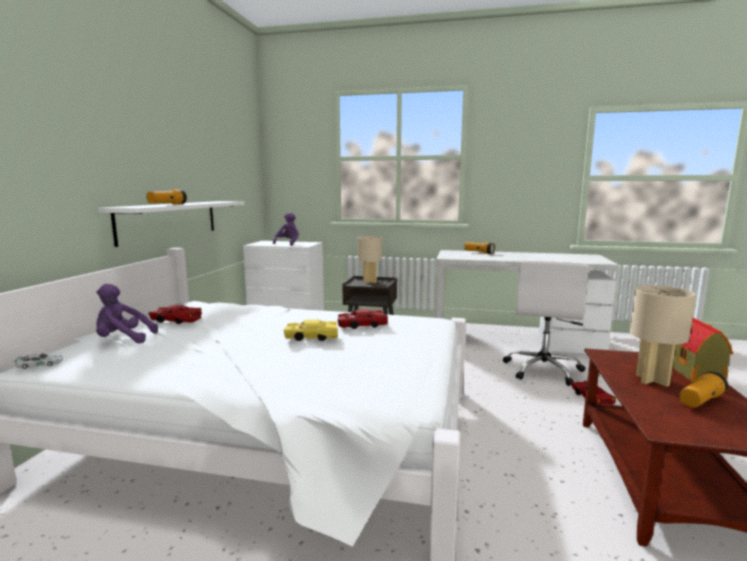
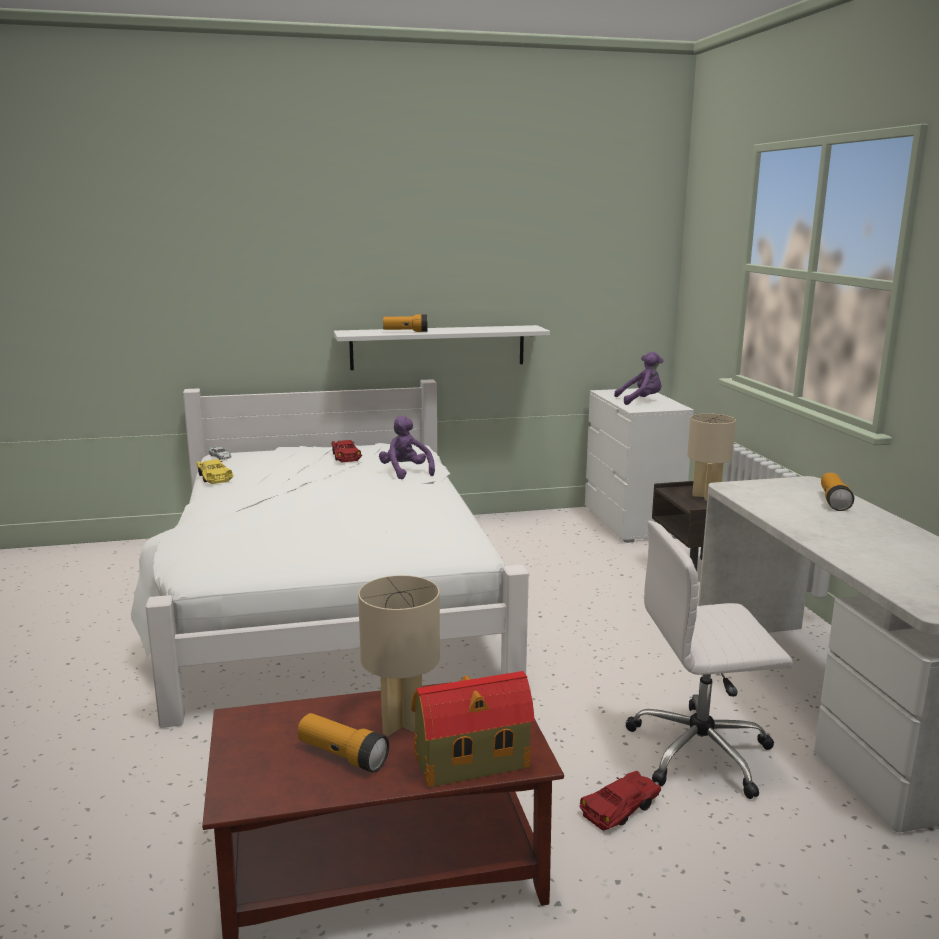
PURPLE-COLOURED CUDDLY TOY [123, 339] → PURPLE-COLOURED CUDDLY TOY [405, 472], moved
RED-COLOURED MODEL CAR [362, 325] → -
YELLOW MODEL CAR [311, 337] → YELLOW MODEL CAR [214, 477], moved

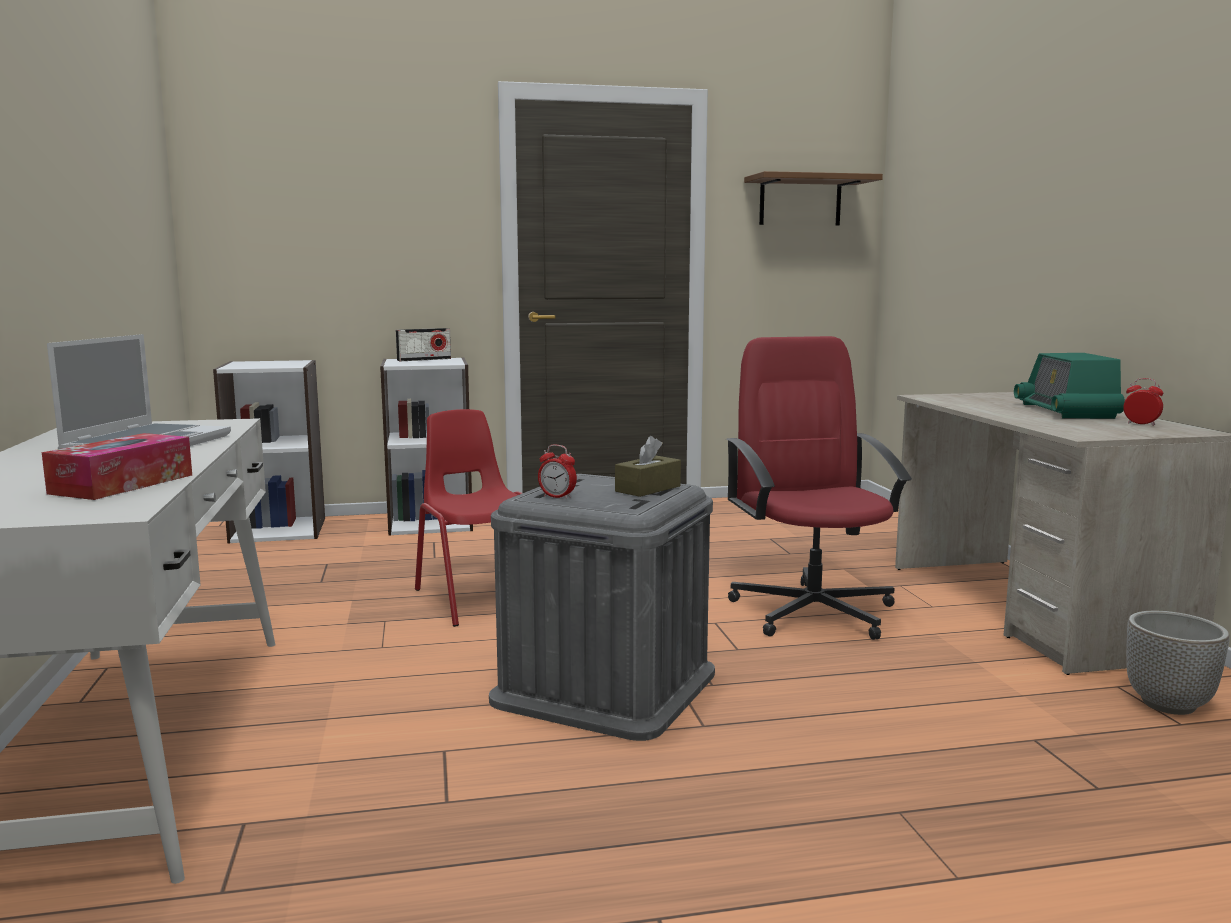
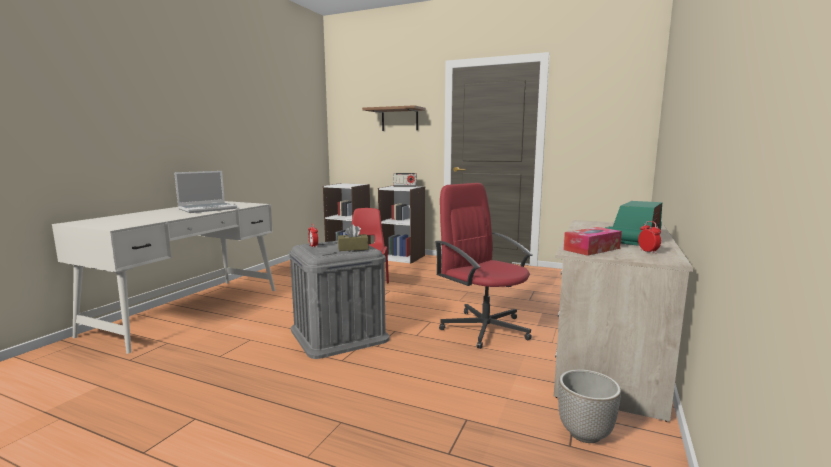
BROWN WALL SHELF [800, 201] → BROWN WALL SHELF [399, 119], moved
RED-COLOURED OFFICE CHAIR [813, 611] → RED-COLOURED OFFICE CHAIR [484, 328], 60 degrees counterclockwise
TISSUE HOLDER [122, 484] → TISSUE HOLDER [591, 249], moved

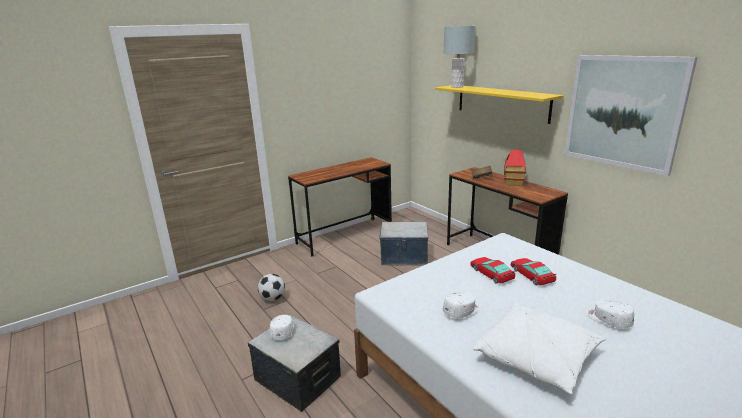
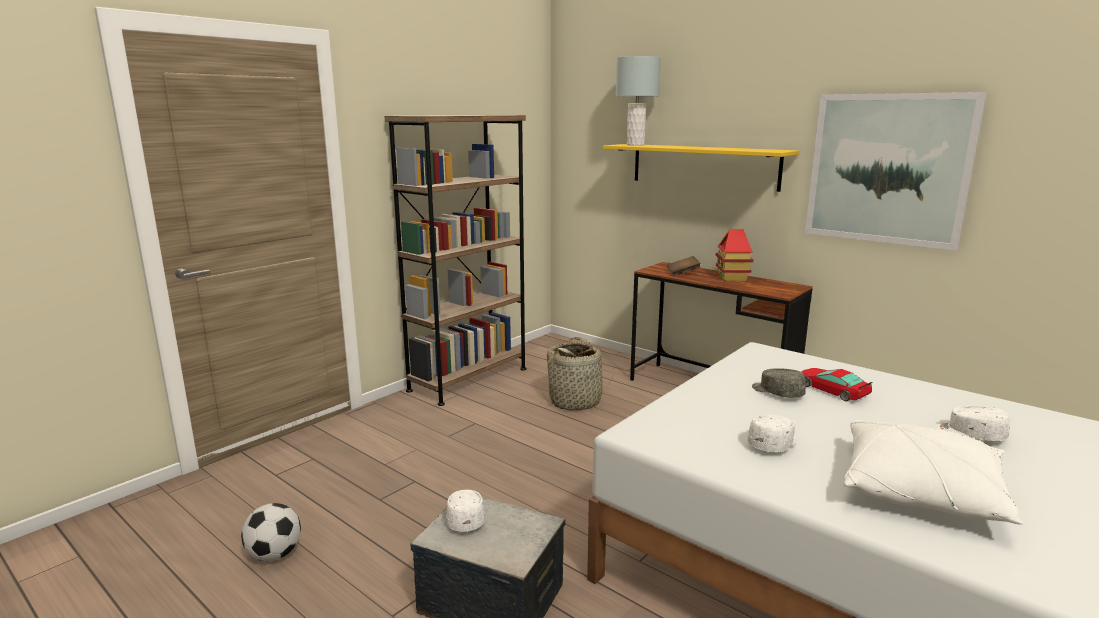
BROWN DESK [345, 236] → BROWN SHELVING UNIT [468, 379]
STORAGE BIN [404, 257] → HOUSEHOLD BASKET [575, 401]
MODEL CAR [492, 273] → GREY CAP [777, 392]
FOOTBALL [273, 298] → FOOTBALL [274, 554], moved

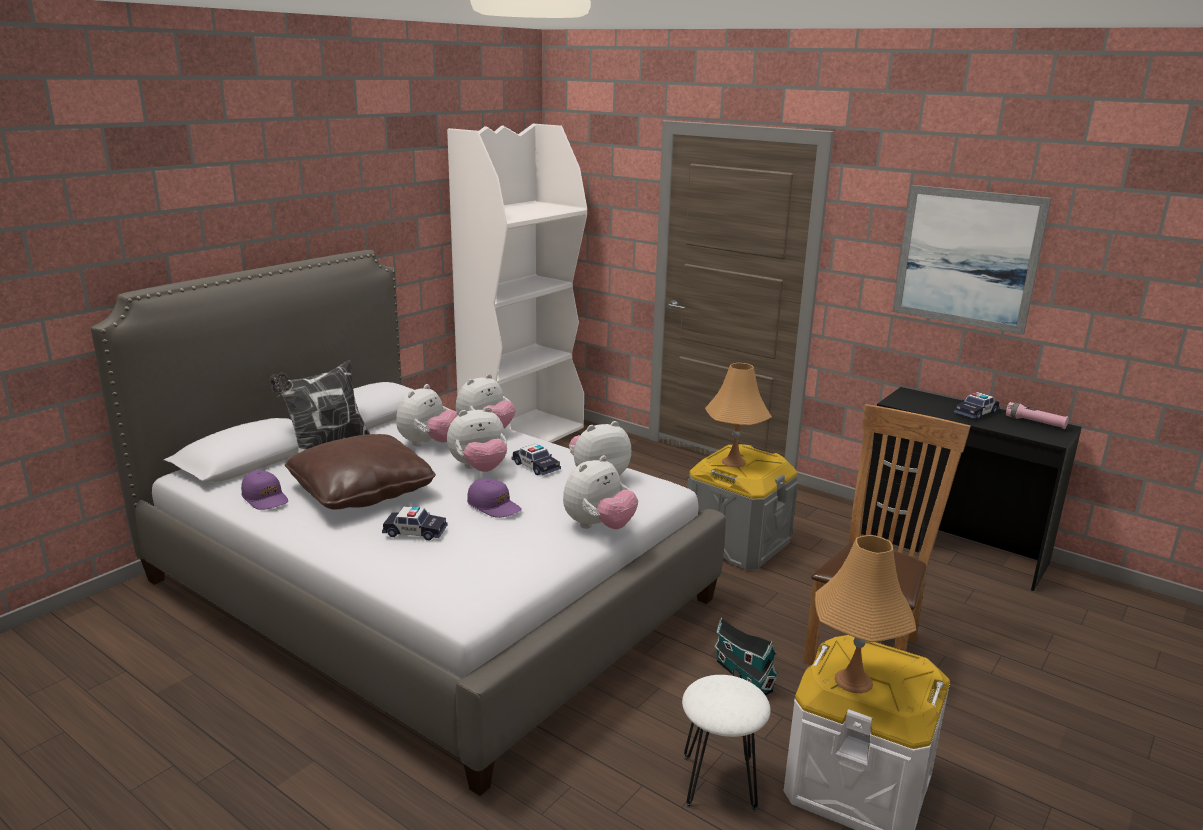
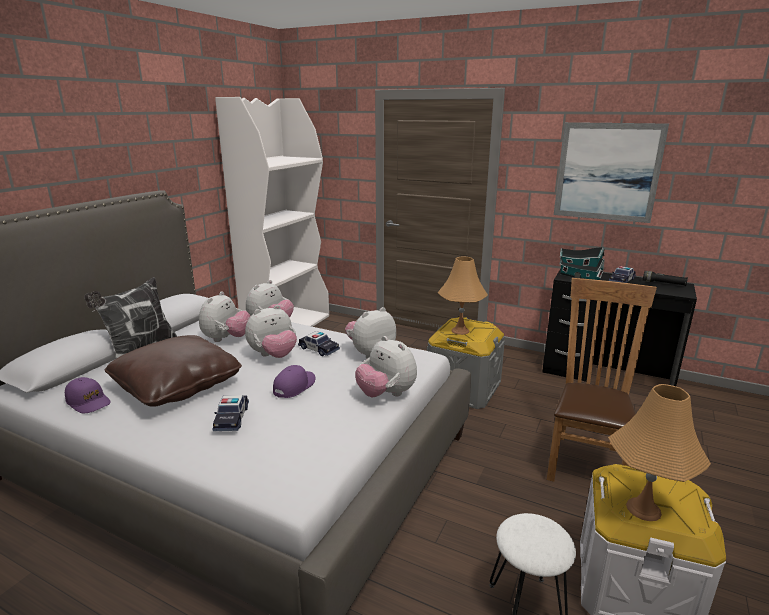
PINKISH HAND TORCH [1035, 423] → BLACKISH HAND TORCH [663, 283]
CUDDLY TOY [599, 526] → CUDDLY TOY [386, 394], 105 degrees clockwise
PURPLE-COLOURED CAP [494, 506] → PURPLE-COLOURED CAP [294, 386], 90 degrees counterclockwise
MODEL CAR [415, 532] → MODEL CAR [232, 418], 90 degrees clockwise
MODEL HOUSE [742, 675] → MODEL HOUSE [578, 277], moved

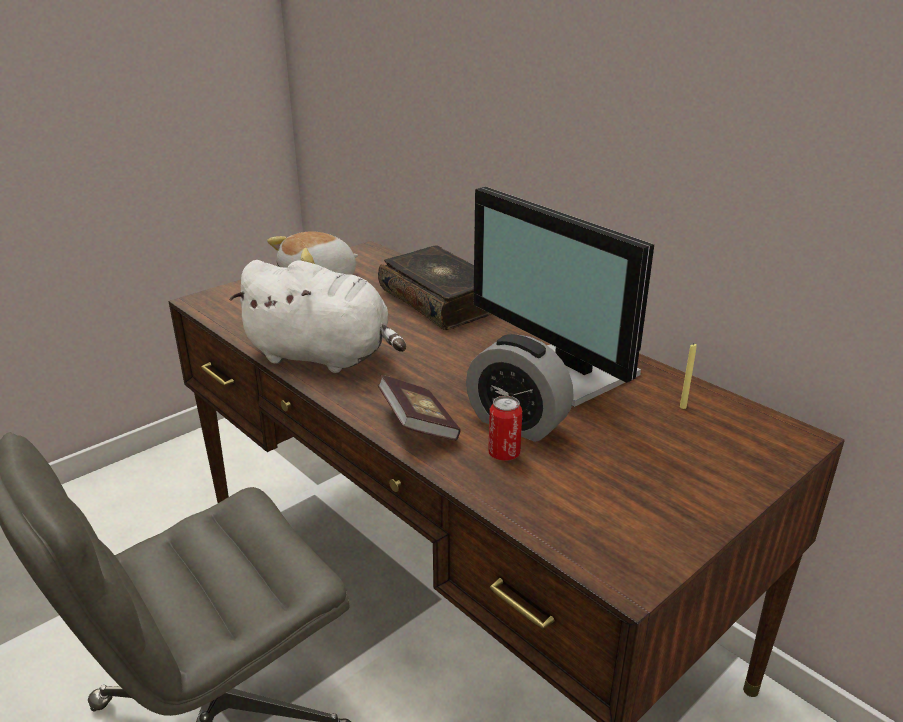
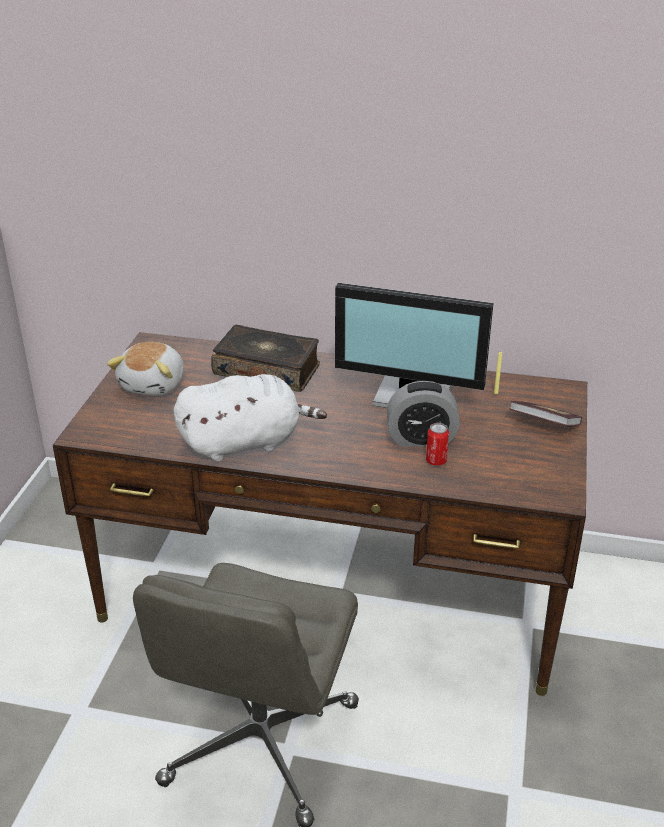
BOOK [418, 425] → BOOK [544, 425], moved

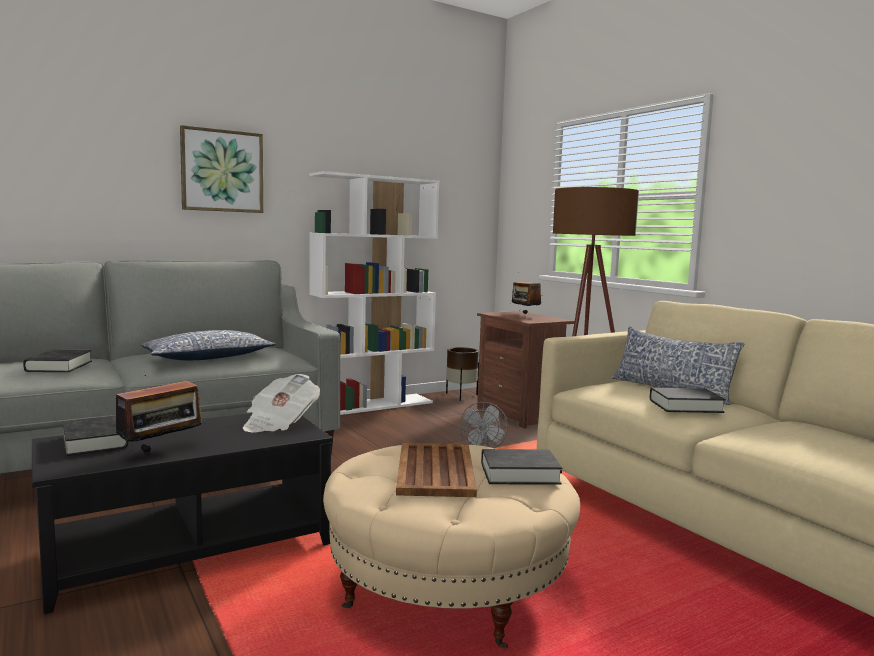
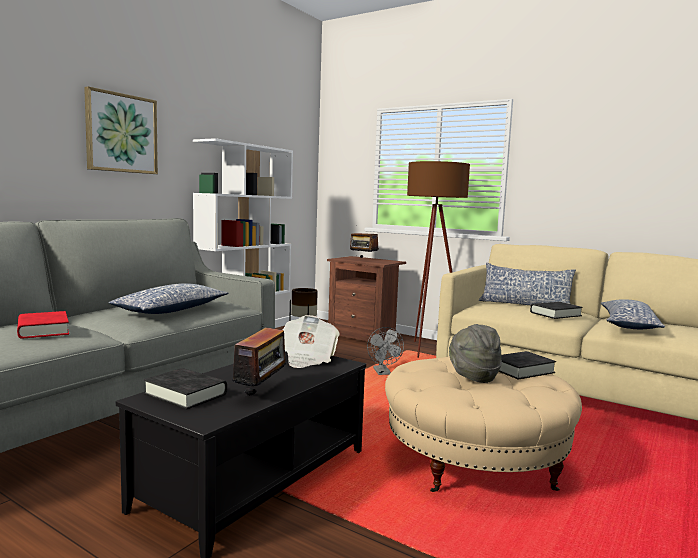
BLACKISH BOOK [59, 366] → RED-COLOURED BOOK [43, 330]
BROWN CARRYING TRAY [435, 471] → GREY WEARABLE HAT [473, 376]
- → THROW PILLOW [628, 325]

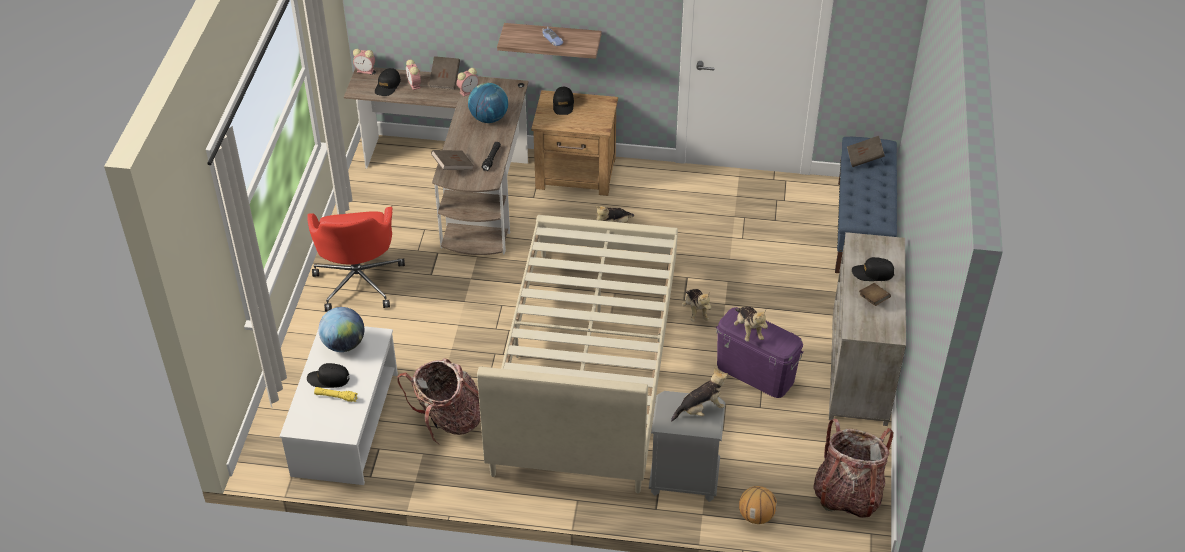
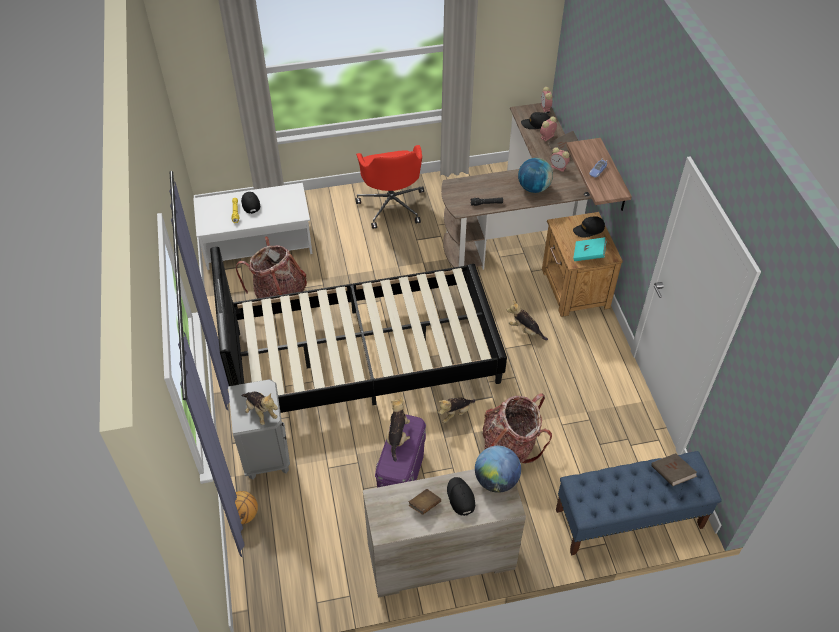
BROWN BOOK [453, 167] → -
RED-COLOURED OFFICE CHAIR [359, 281] → RED-COLOURED OFFICE CHAIR [392, 205], 75 degrees counterclockwise
BEIGE SLEEPING BED [586, 365] → BLACKISH SLEEPING BED [363, 357]
WORLD GLOBE [344, 344] → WORLD GLOBE [496, 480], moved
CUDDLY TOY [748, 330] → CUDDLY TOY [397, 437], 135 degrees clockwise
RUCKSACK [847, 494] → RUCKSACK [510, 446], moved
- → BLUE-GREEN BOOK [588, 255]

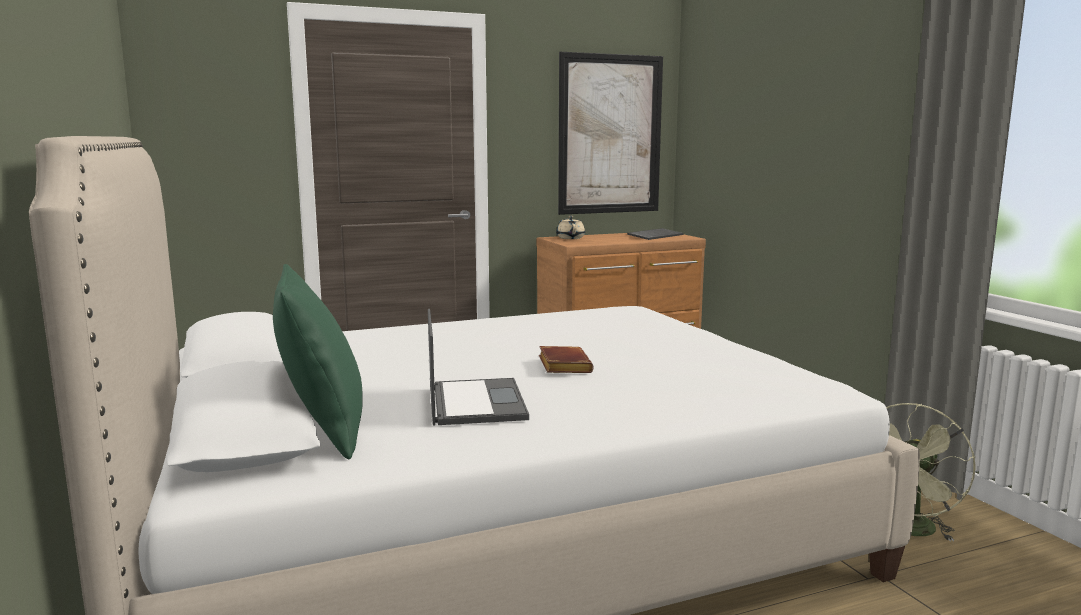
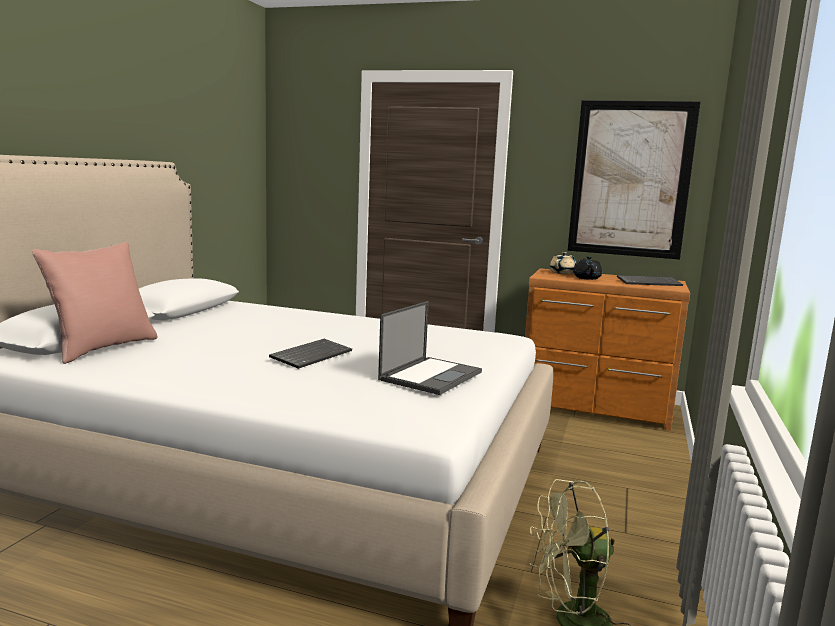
GREEN THROW PILLOW [323, 429] → PINKISH THROW PILLOW [102, 348]
PORTABLE COMPUTER [475, 402] → PORTABLE COMPUTER [431, 375], moved
BROWN BOOK [562, 366] → PC KEYBOARD [311, 355]
- → BLACKISH TEA POT [586, 278]

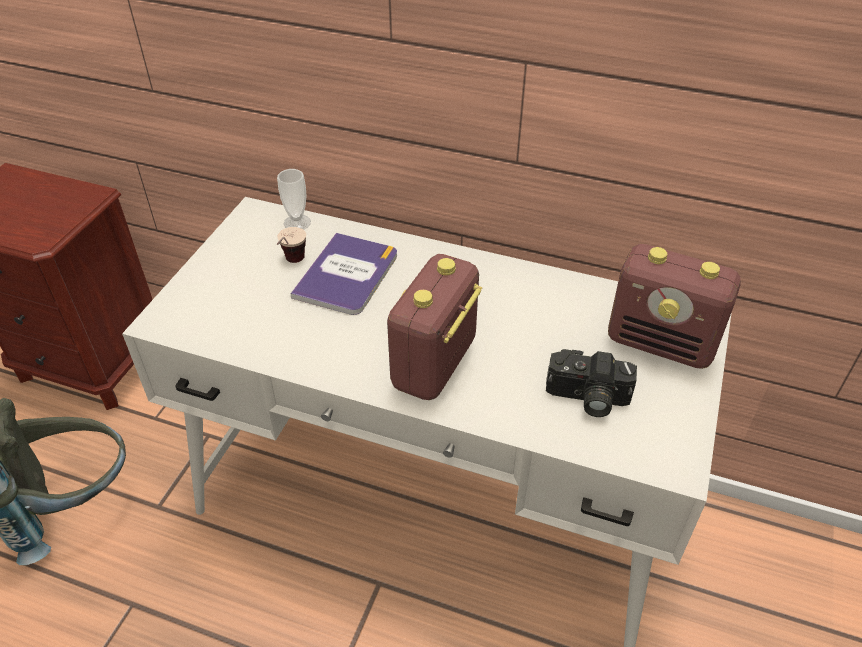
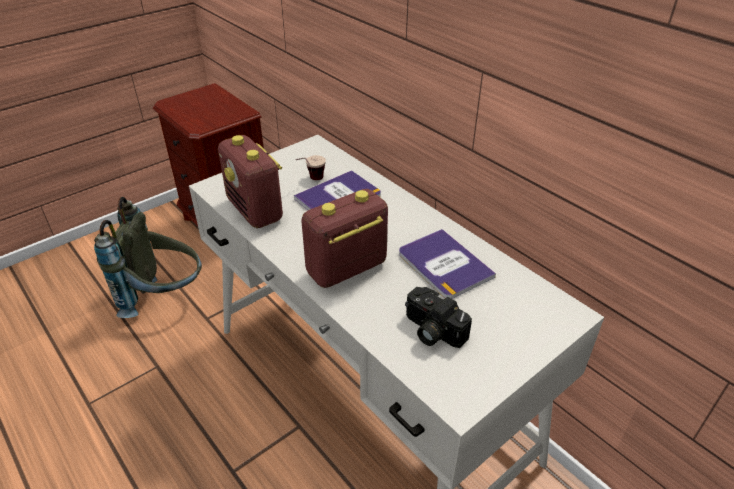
DRINKING CUP [297, 223] → -
RADIO RECEIVER [661, 344] → RADIO RECEIVER [255, 210], moved
- → BOOK [444, 264]

